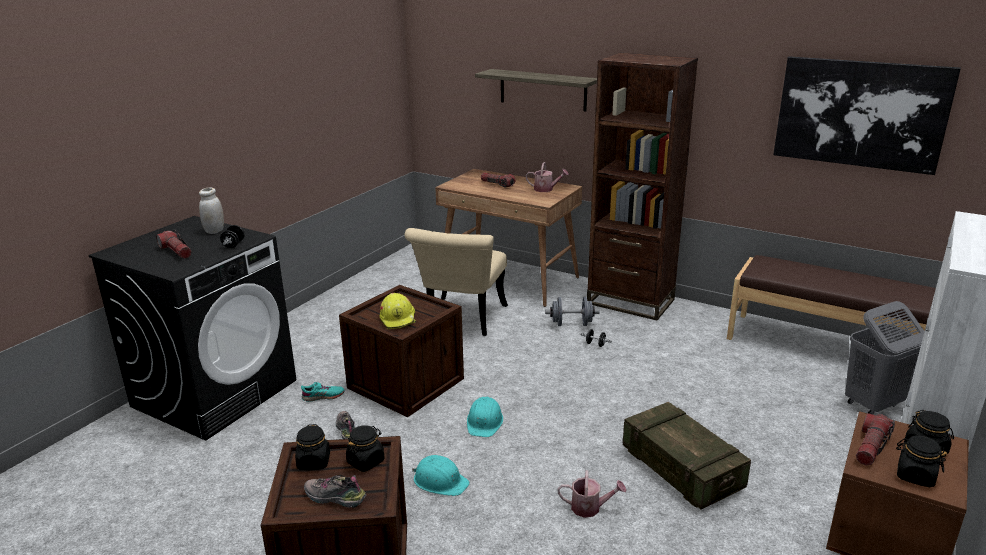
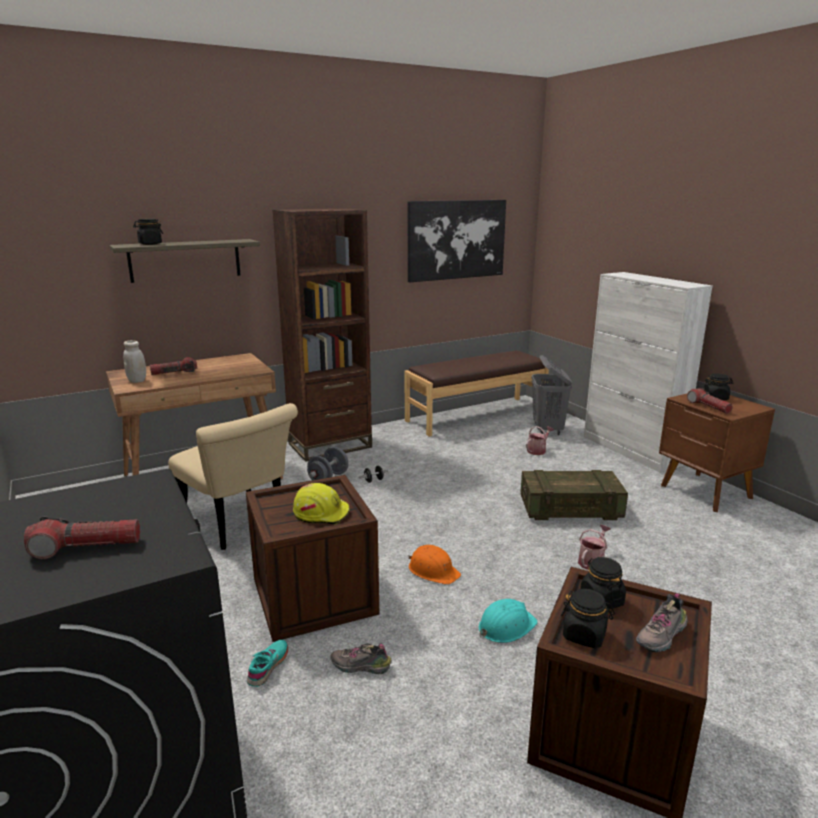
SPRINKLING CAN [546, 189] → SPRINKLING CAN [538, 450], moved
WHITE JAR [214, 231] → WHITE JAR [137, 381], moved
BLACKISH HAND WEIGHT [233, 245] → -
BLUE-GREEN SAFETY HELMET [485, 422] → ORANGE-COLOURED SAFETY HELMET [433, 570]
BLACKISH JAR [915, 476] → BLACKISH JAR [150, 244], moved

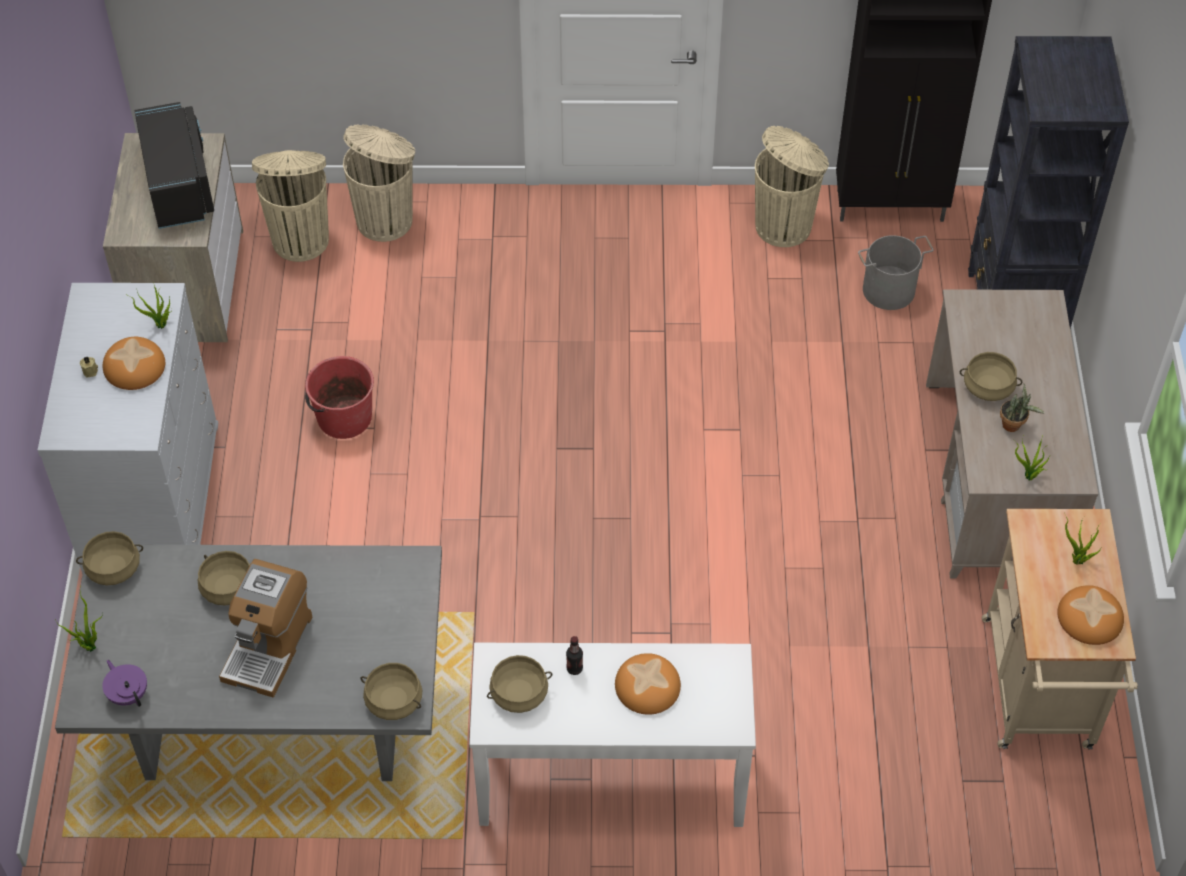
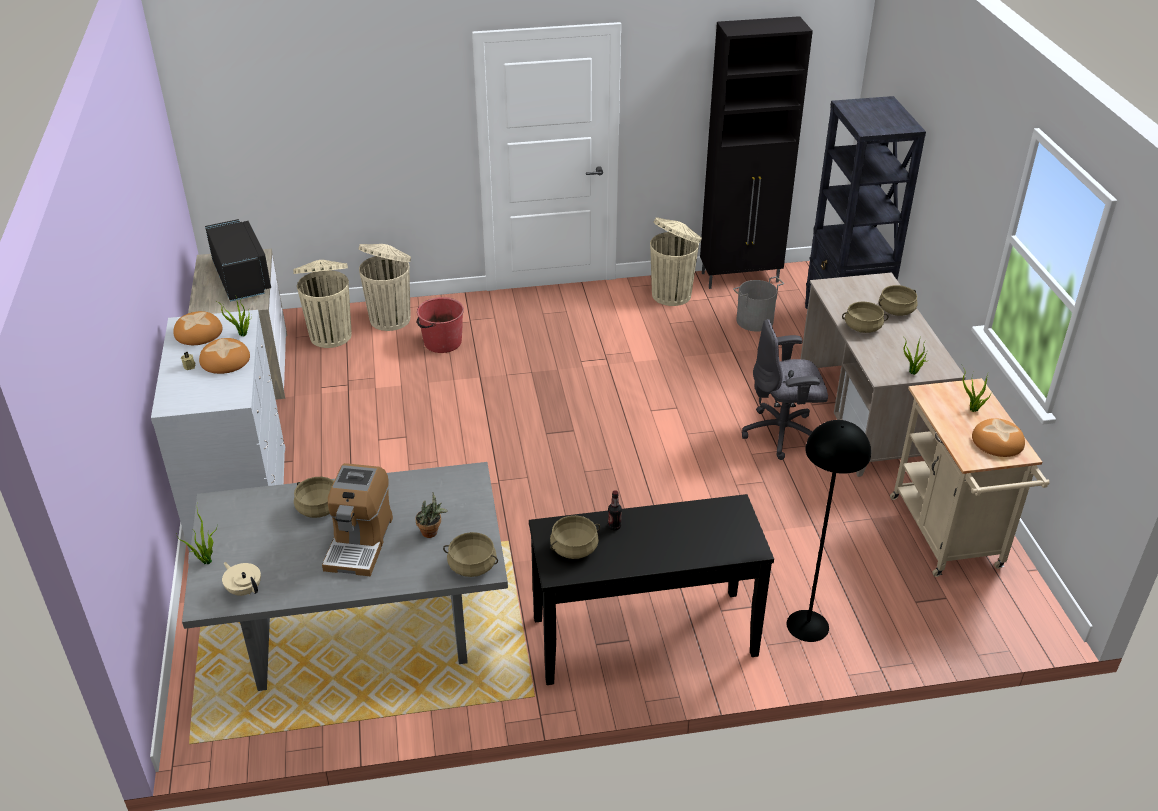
RED-COLOURED PAIL [343, 417] → RED-COLOURED PAIL [442, 342], moved
POTTED PLANT [1014, 426] → POTTED PLANT [432, 533], moved
BEIGE STOCKPOT [114, 568] → BEIGE STOCKPOT [896, 310], moved
WHITE CONSOLE TABLE [611, 778] → BLACKISH CONSOLE TABLE [644, 637]
BAKED BREAD [648, 687] → BAKED BREAD [199, 333], moved
PURPLE-COLOURED TEA POT [128, 694] → BEIGE TEA POT [244, 589]
- → GREY OFFICE CHAIR [782, 434]
- → BLACKISH STANDING LAMP [807, 626]

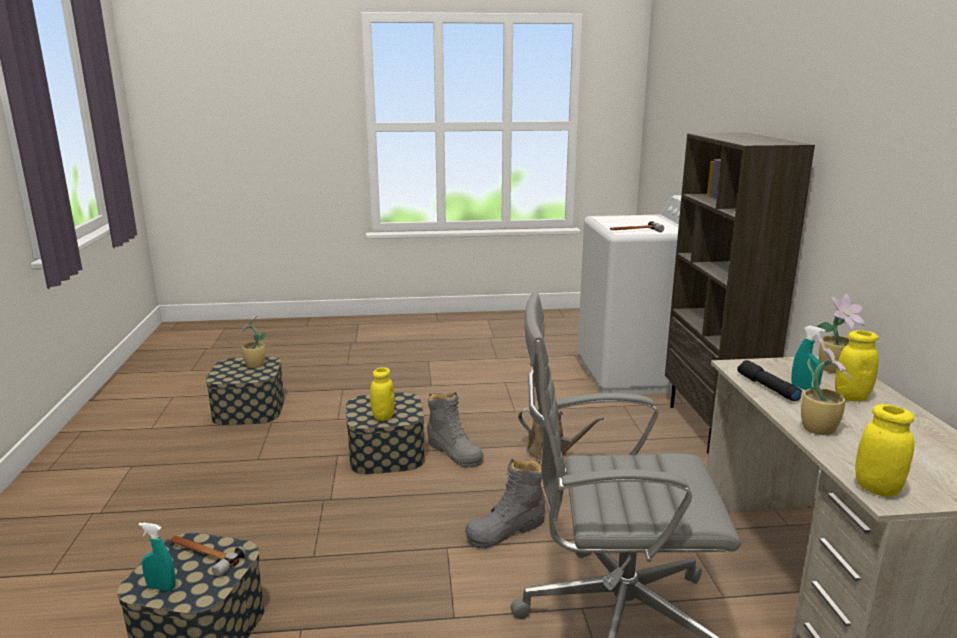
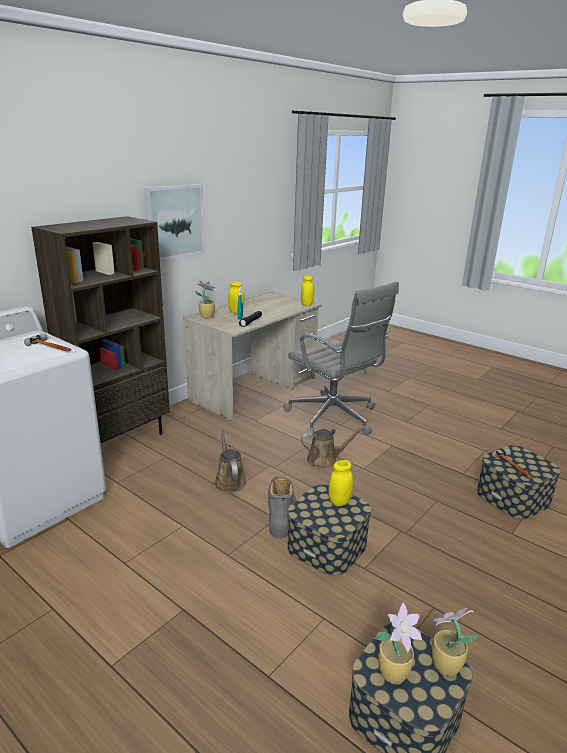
POTTED PLANT [819, 428] → POTTED PLANT [444, 665], moved
GREY HIGH-TOP BOOT [506, 530] → BROWN SPRINKLING CAN [325, 460]
BLUE-GREEN SPRAY BOTTLE [161, 587] → -
- → PICTURE [174, 222]

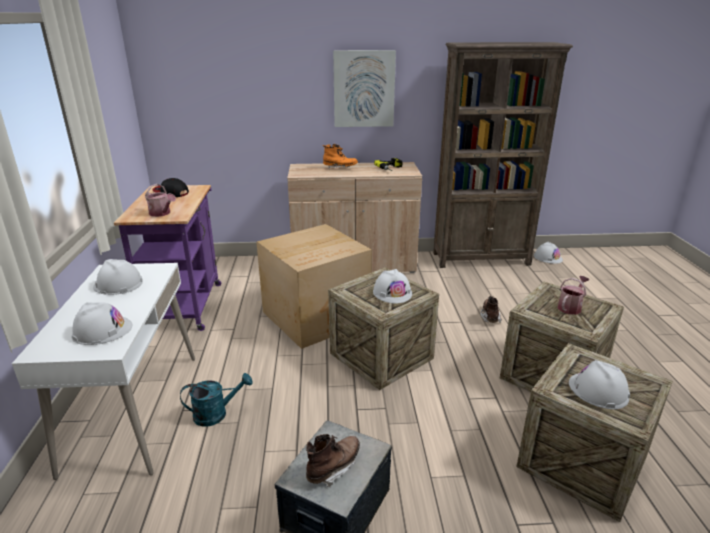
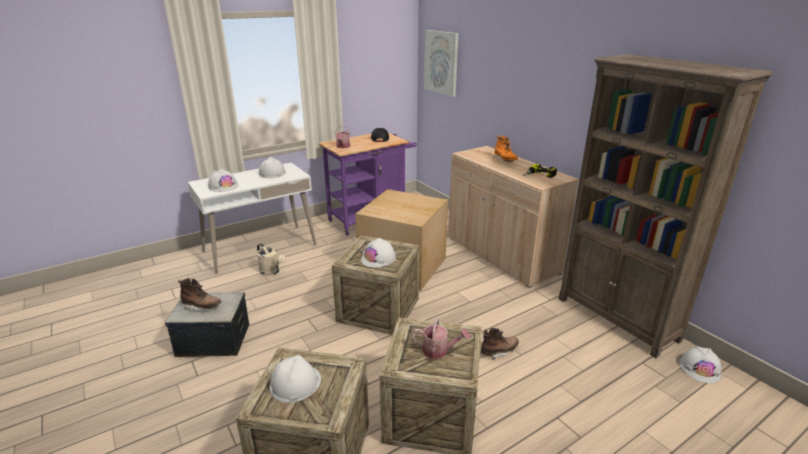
PICTURE [364, 89] → PICTURE [441, 62], moved
BLUE-GREEN SPRINKLING CAN [216, 414] → BEIGE SPRINKLING CAN [272, 272]

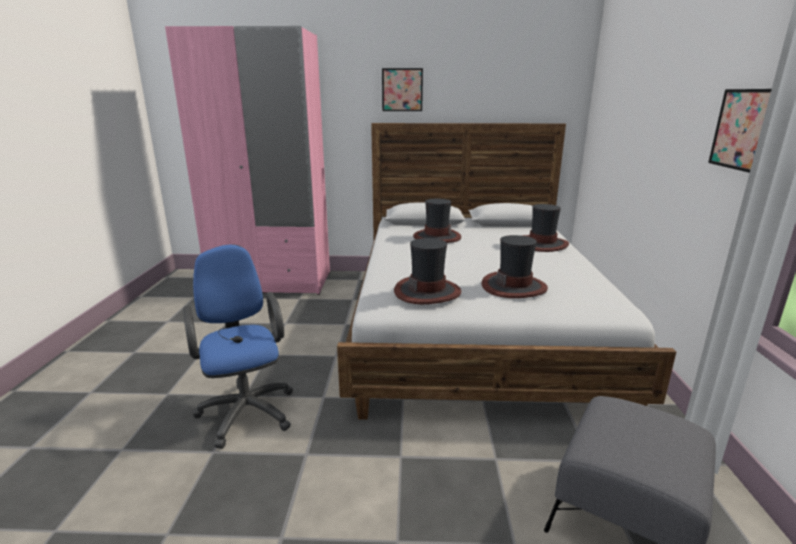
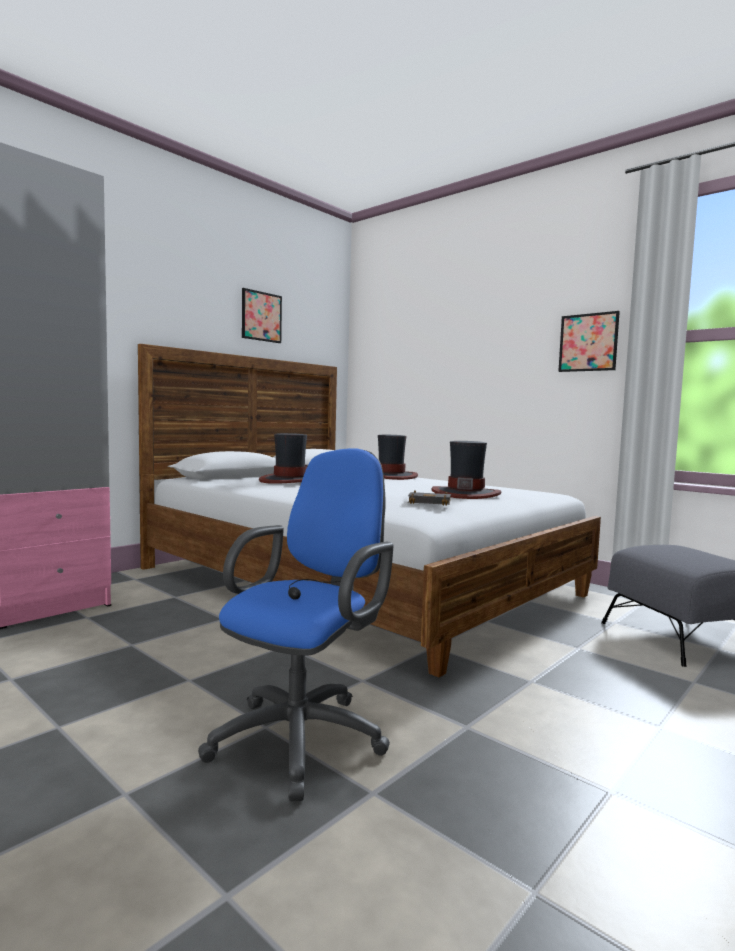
PICTURE [402, 90] → PICTURE [261, 316], moved
WEARABLE HAT [427, 291] → BLACKISH BOOK [430, 502]
BLUE OFFICE CHAIR [246, 409] → BLUE OFFICE CHAIR [304, 735], 105 degrees clockwise

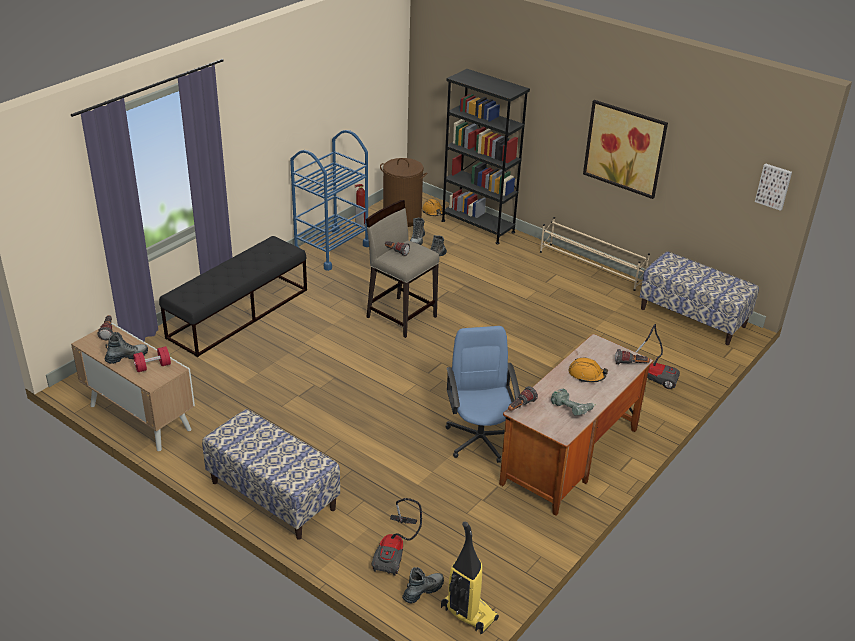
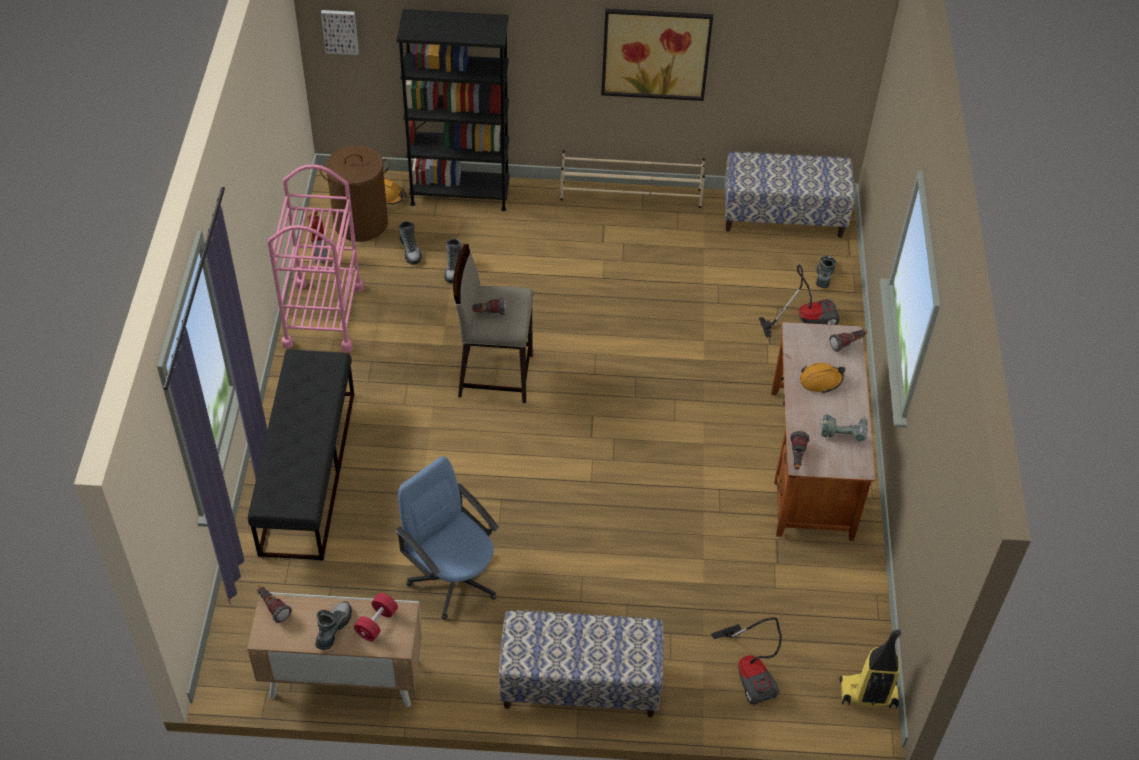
BLUE CART [331, 249] → PINKISH CART [323, 316]
PICTURE [774, 186] → PICTURE [340, 31], moved
BLUE OFFICE CHAIR [480, 438] → BLUE OFFICE CHAIR [453, 578], moved
HIGH-TOP BOOT [423, 591] → HIGH-TOP BOOT [824, 275], moved

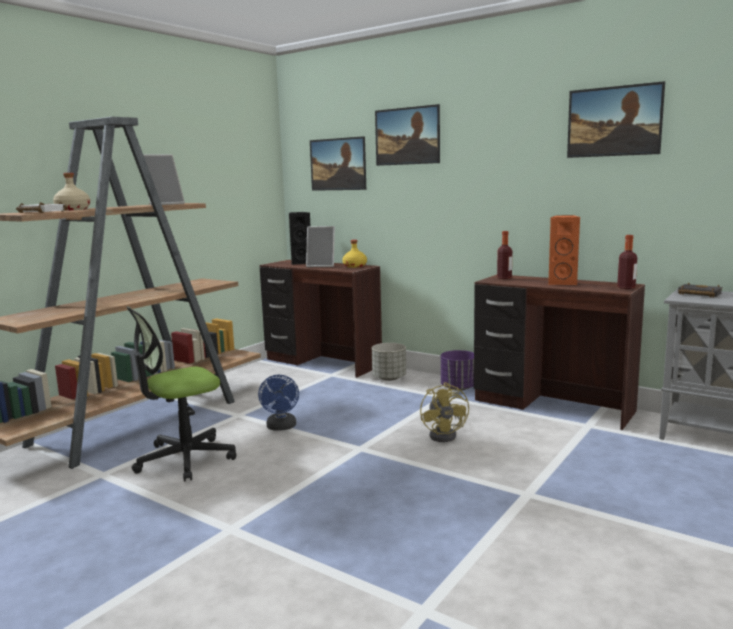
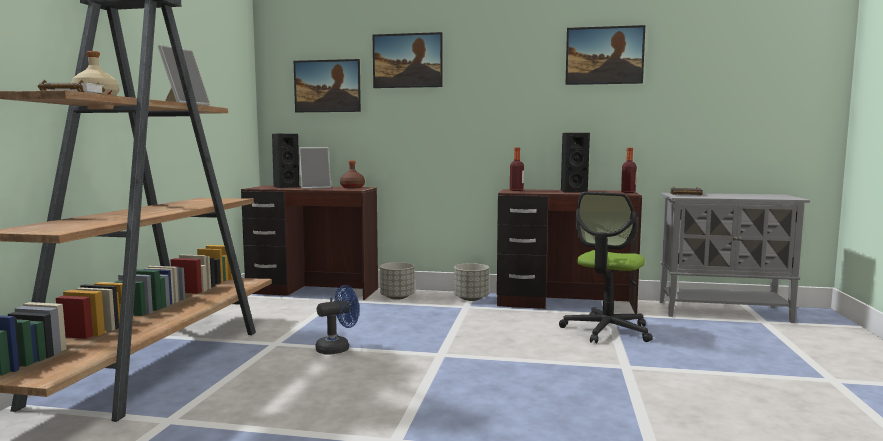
ORANGE-COLOURED SPEAKER [562, 283] → BLACKISH SPEAKER [572, 191]
YELLOW DRINK BOTTLE [354, 266] → BROWN DRINK BOTTLE [352, 187]
OFFICE CHAIR [185, 459] → OFFICE CHAIR [606, 331], moved
PURPLE-COLOURED PLANT POT [459, 388] → GREY PLANT POT [471, 299]
BLUE COOLING FAN [281, 427] → BLUE COOLING FAN [338, 348], 90 degrees counterclockwise
YELLOW COOLING FAN [446, 435] → -

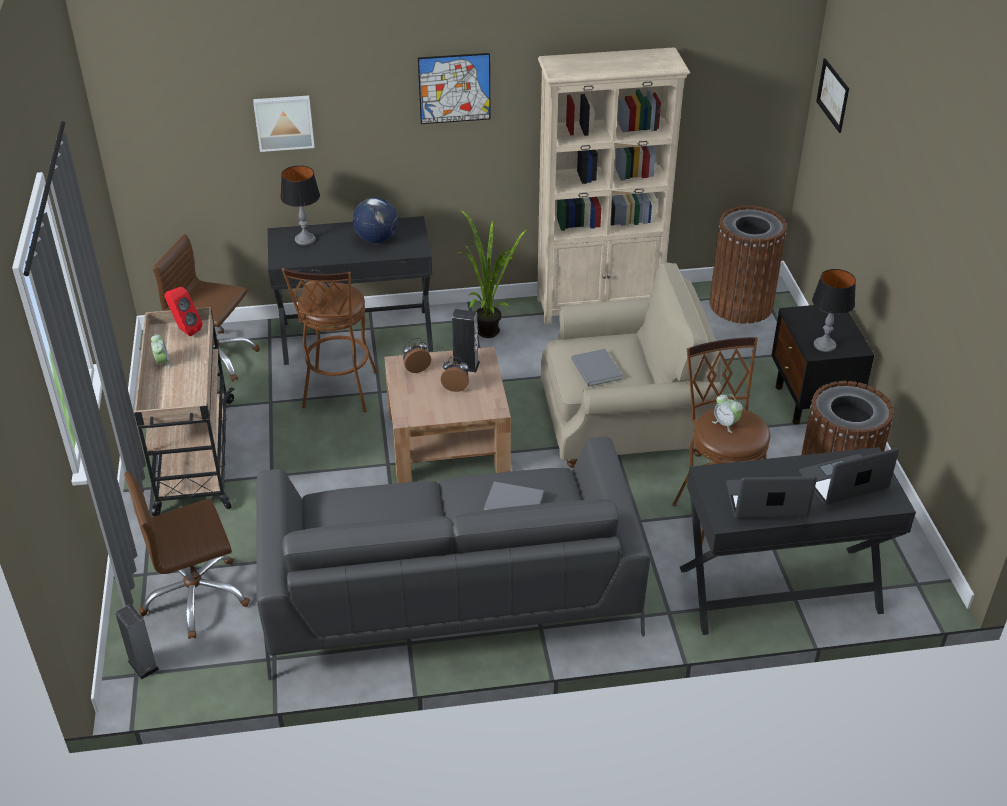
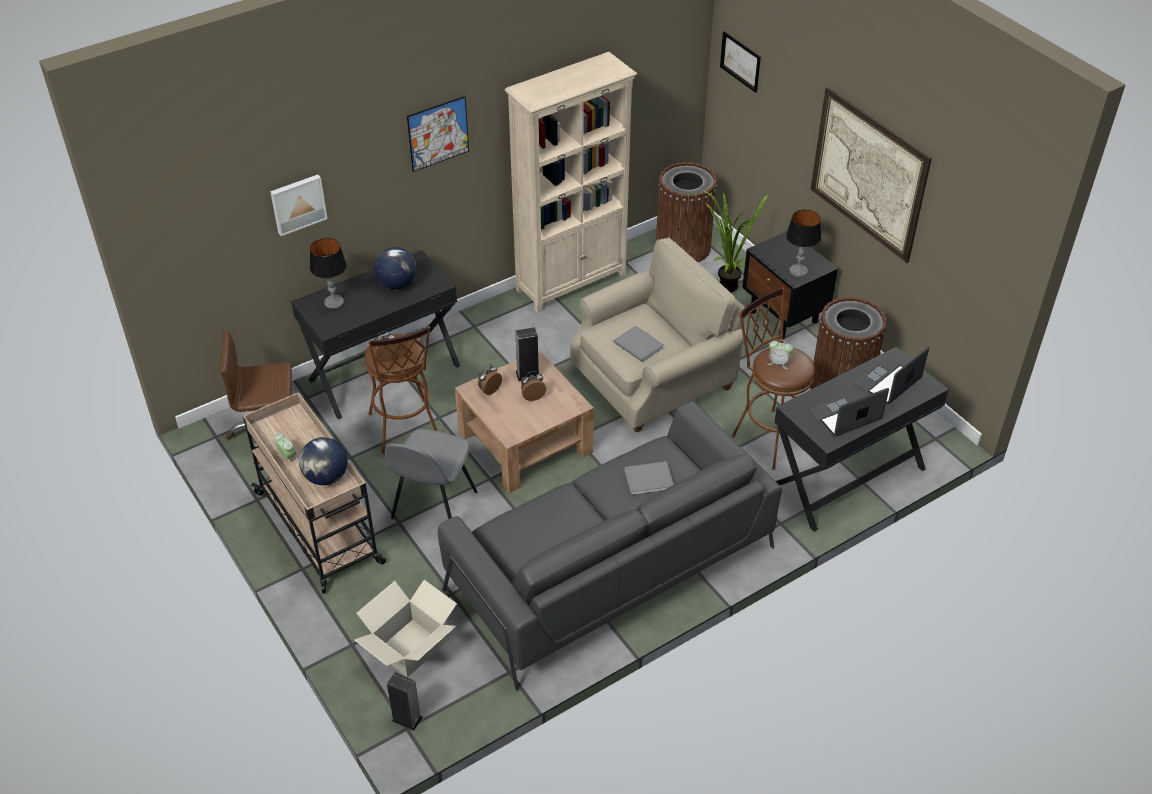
POTTED PLANT [487, 328] → POTTED PLANT [724, 284], moved
RED-COLOURED SPEAKER [185, 330] → -
BROWN OFFICE CHAIR [195, 597] → CARDBOARD BOX [409, 647]
- → PICTURE [868, 174]
- → GREY PLAIN CHAIR [433, 507]
- → WORLD GLOBE [326, 477]

